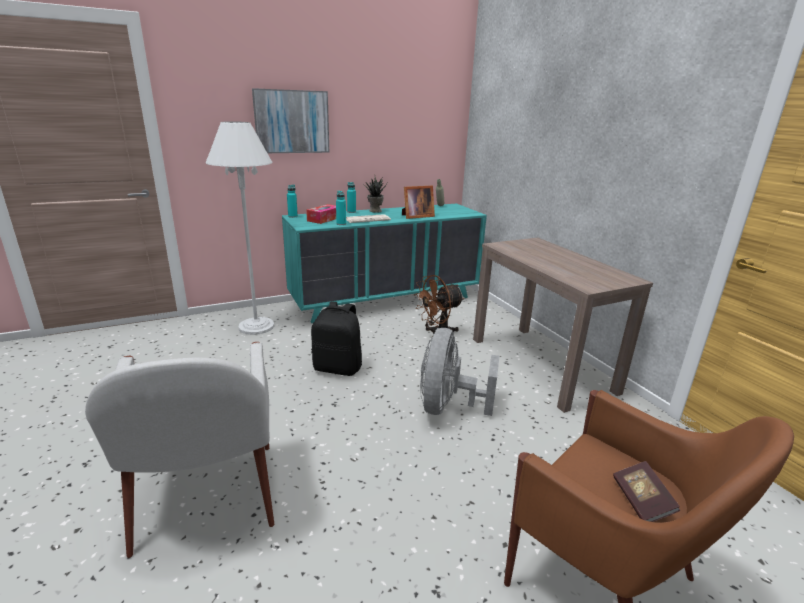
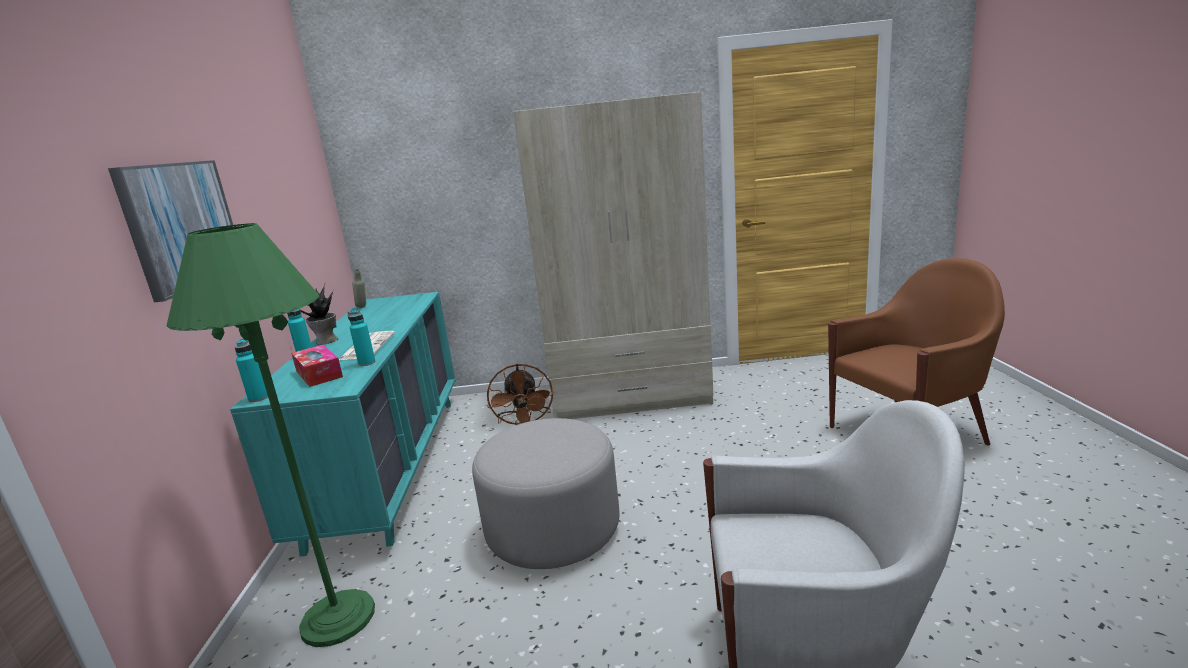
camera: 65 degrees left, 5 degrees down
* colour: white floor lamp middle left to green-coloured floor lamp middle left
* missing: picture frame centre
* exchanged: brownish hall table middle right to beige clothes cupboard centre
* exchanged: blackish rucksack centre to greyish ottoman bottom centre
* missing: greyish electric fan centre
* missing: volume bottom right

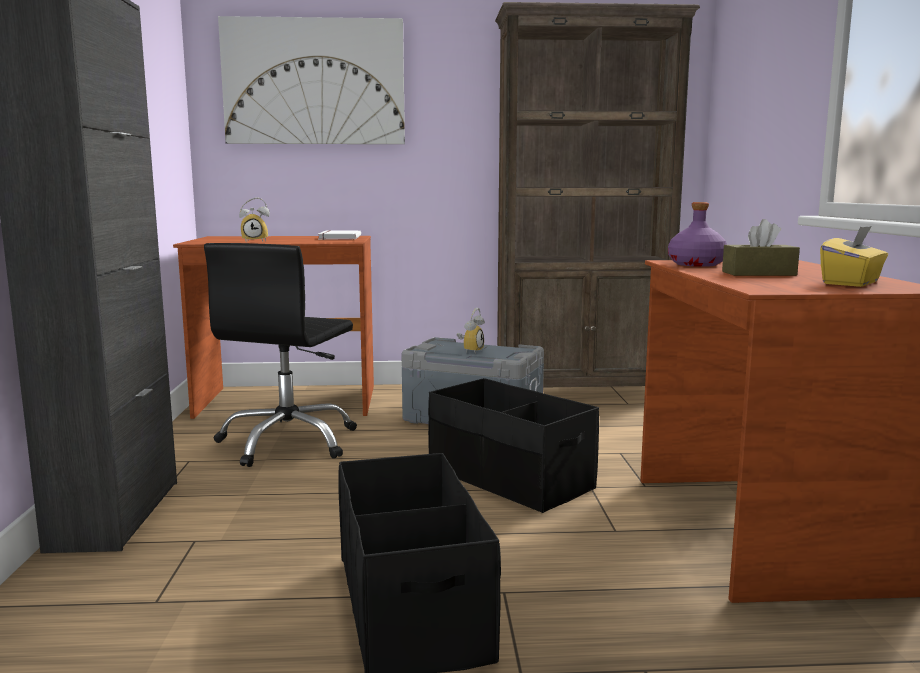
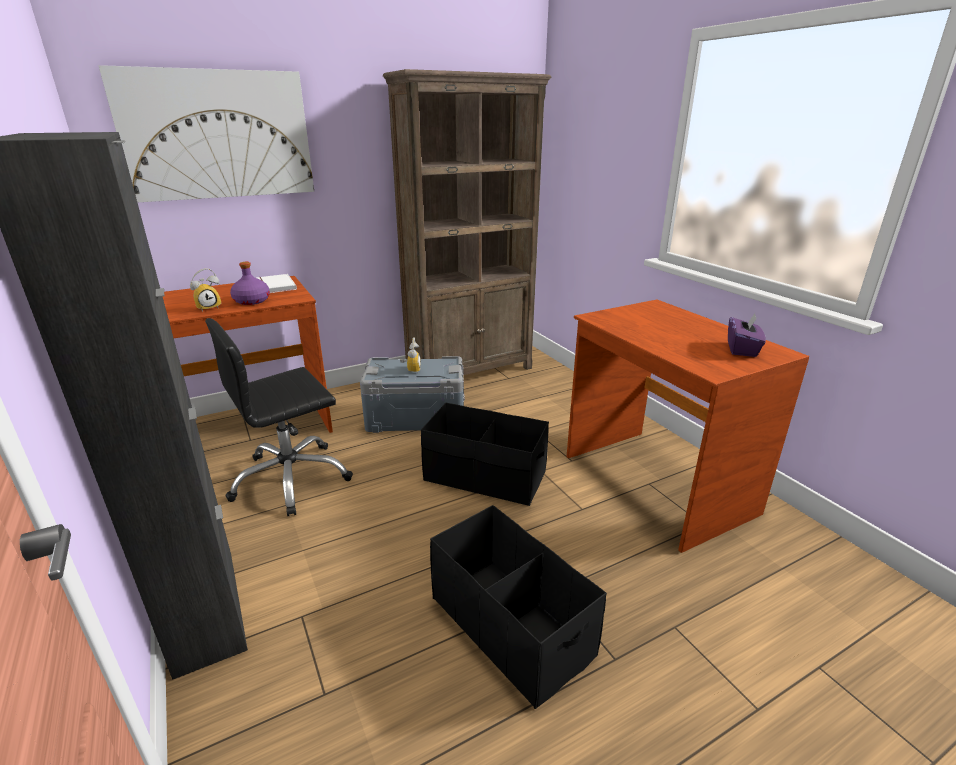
camera: 25 degrees left, 15 degrees up
* relocated: purple-coloured bottle middle right to middle left
* missing: brownish box of tissues middle right
* colour: yellow-coloured box of tissues middle right to purple-coloured box of tissues middle right
* spun: blackish computer chair middle left = middle left 60 degrees clockwise

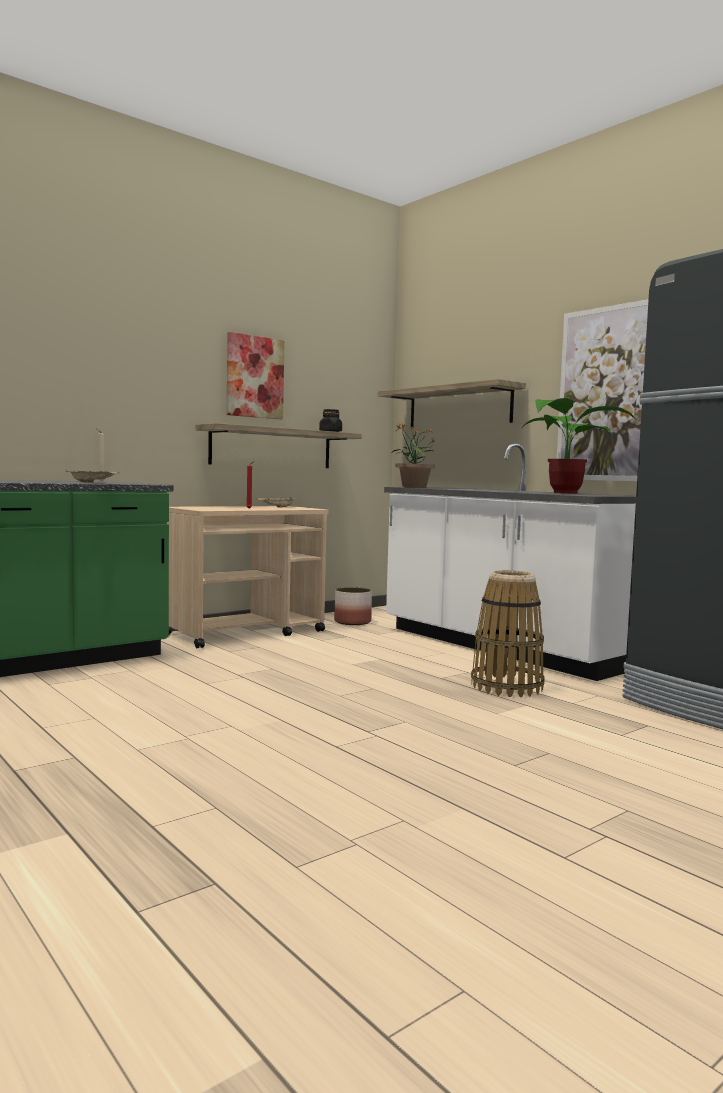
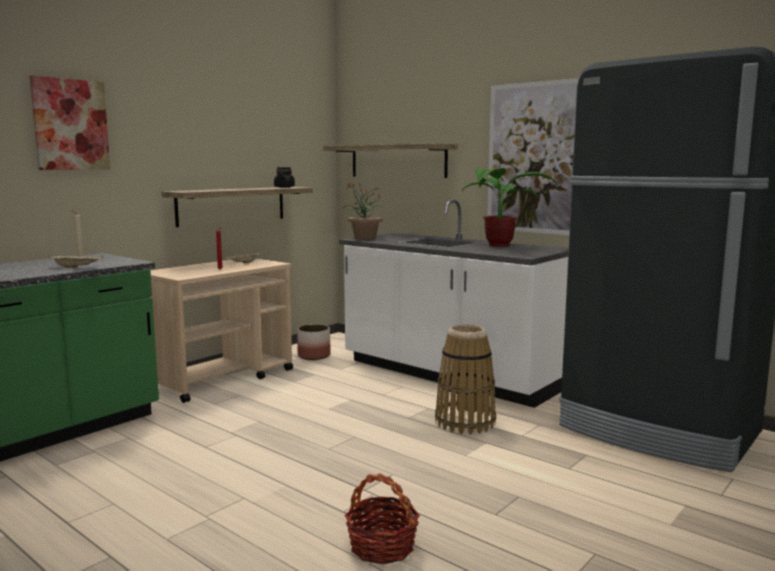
camera: 10 degrees left, 5 degrees up
* relocated: picture (no. 1 from left) centre to top left
* appeared: storage basket (no. 1 from left) bottom centre

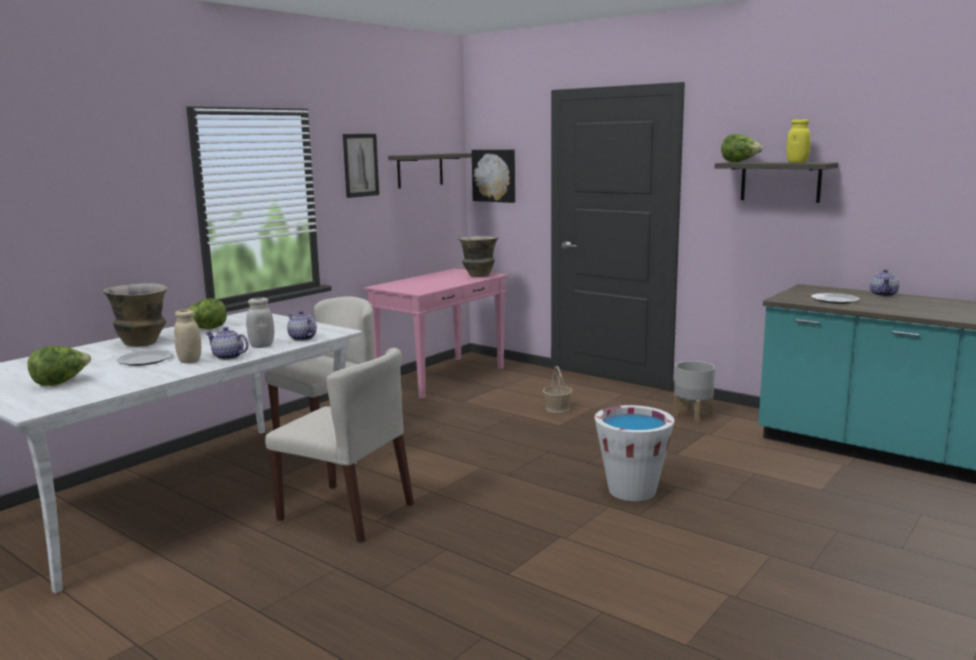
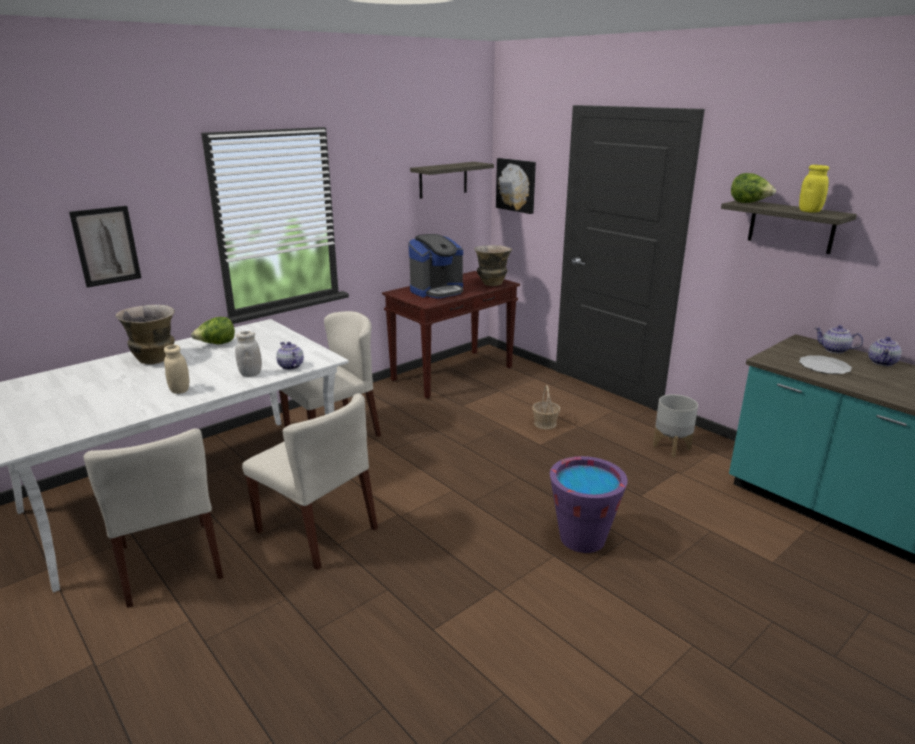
camera: 10 degrees right, 10 degrees up
* relocated: picture (no. 1 from left) top centre to top left
* colour: pinkish hall table centre to brownish hall table centre
* relocated: tea pot (no. 1 from left in the first image) middle left to tea pot (no. 2 from left) middle right
* missing: lettuce head (no. 1 from left) middle left
* missing: dinner plate (no. 1 from left) middle left
* colour: white water bucket bottom centre to purple-coloured water bucket bottom centre
* appeared: coffee maker centre
* appeared: beige upright chair (no. 1 from left) bottom left

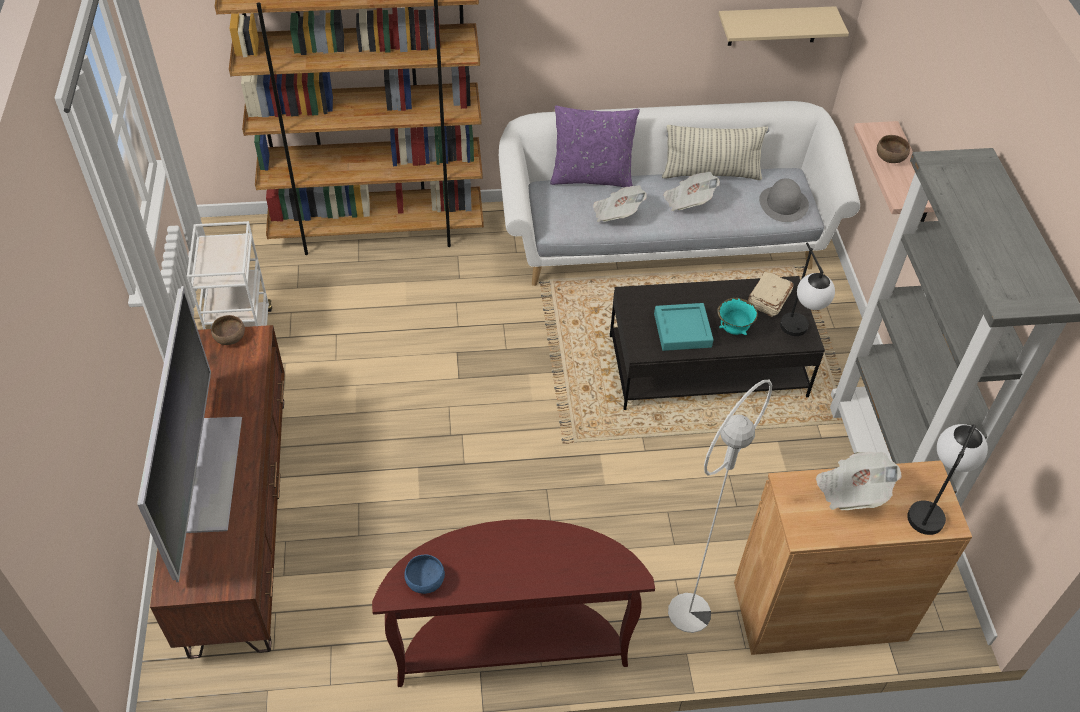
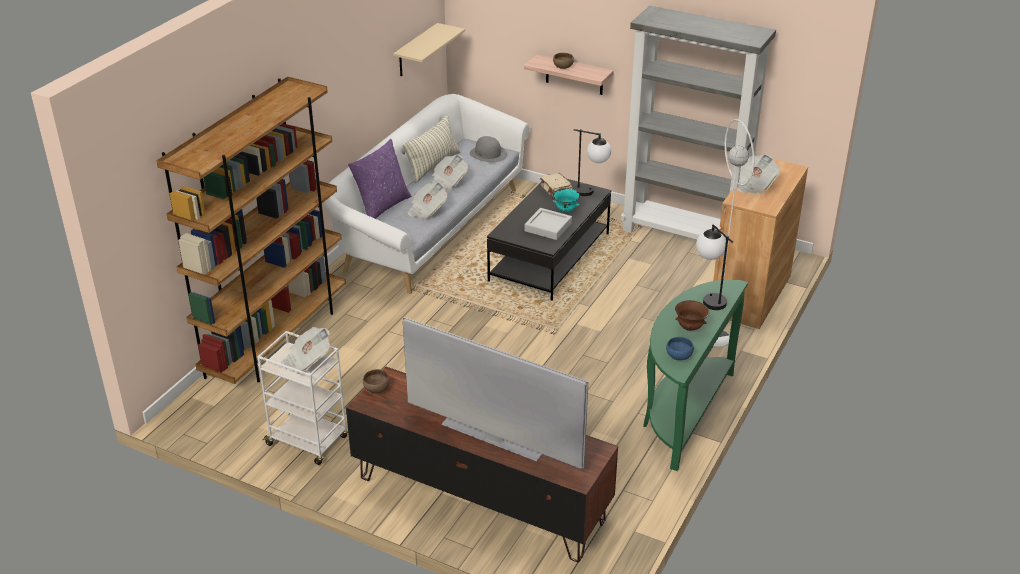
camera: 55 degrees left, 15 degrees down
* colour: turquoise-coloured tray centre to greyish tray centre
* relocated: table lamp (no. 2 from left) bottom right to middle right
* colour: brownish hall table bottom centre to green-coloured hall table middle right
* appeared: brownish serving bowl (no. 3 from left) middle right
* appeared: newspaper (no. 1 from left) middle left

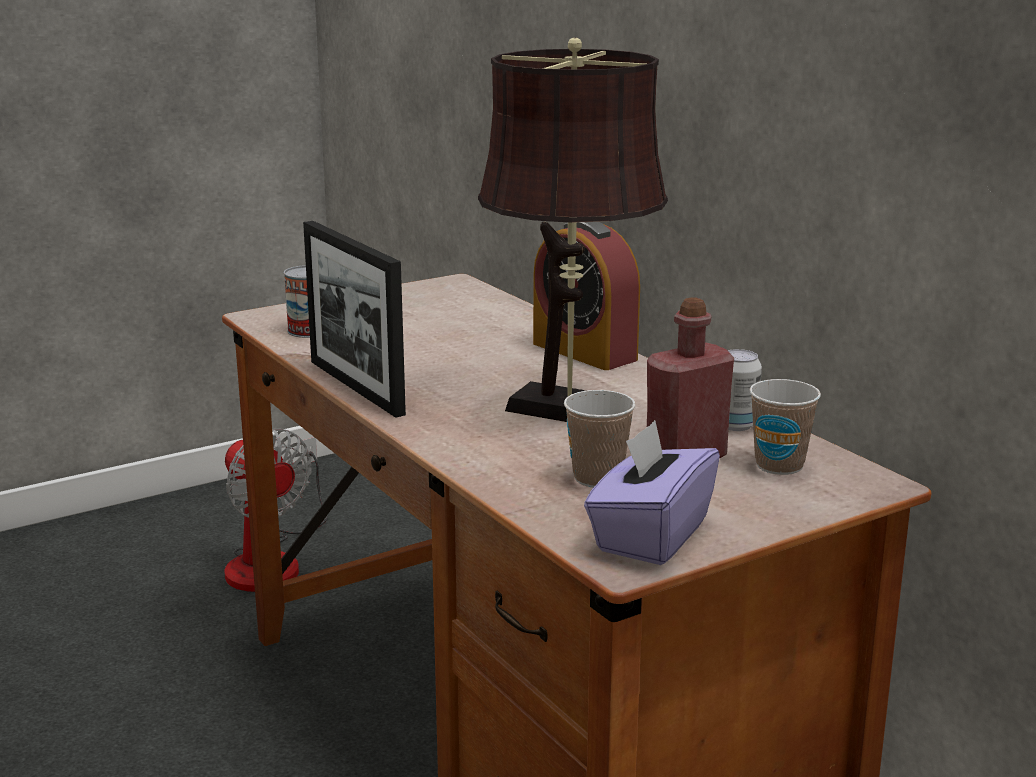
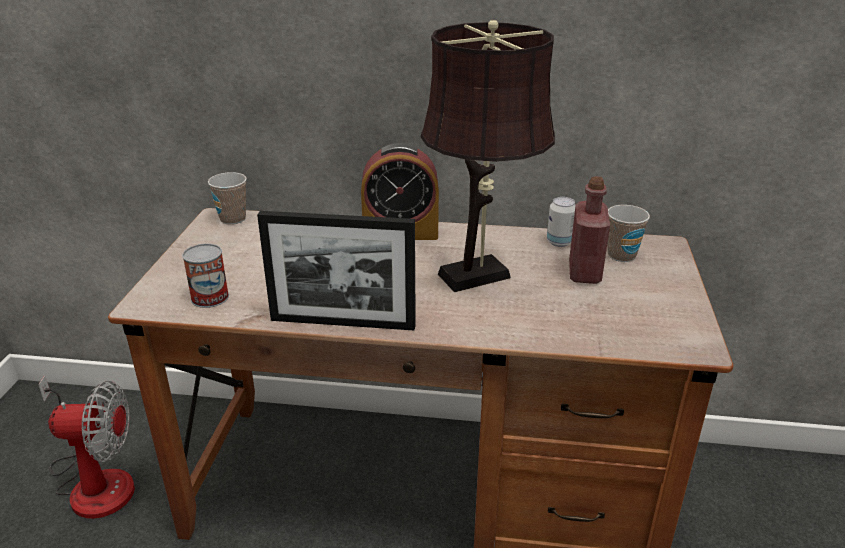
camera: 50 degrees left, 10 degrees up
* relocated: cup (no. 1 from left) centre to middle left
* missing: purple-coloured box of tissues centre

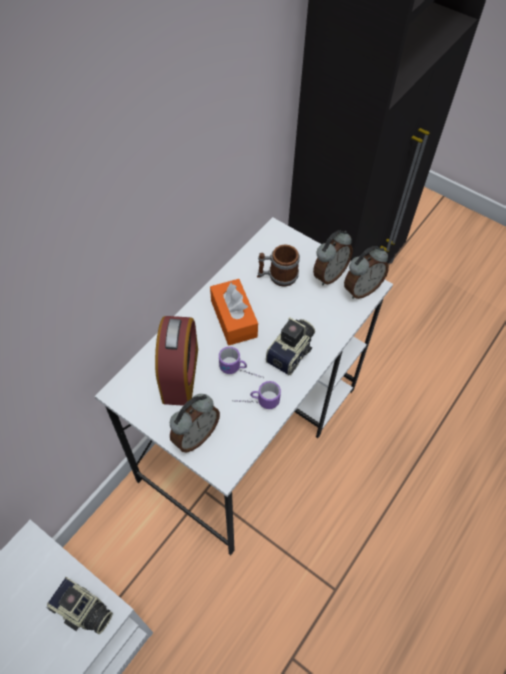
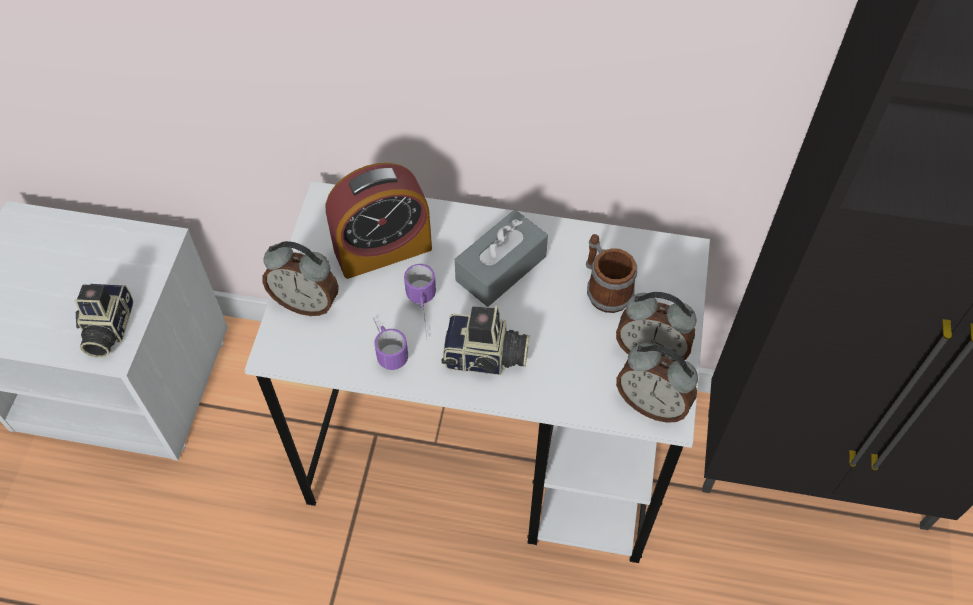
camera: 65 degrees right, 0 degrees up
* colour: orangey box of tissues centre to greyish box of tissues centre

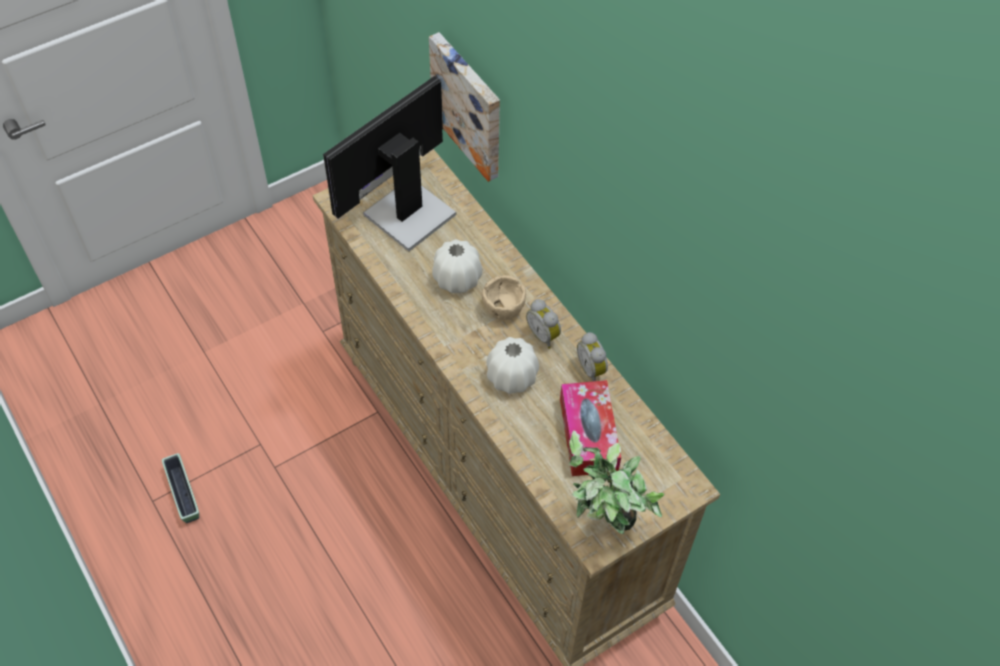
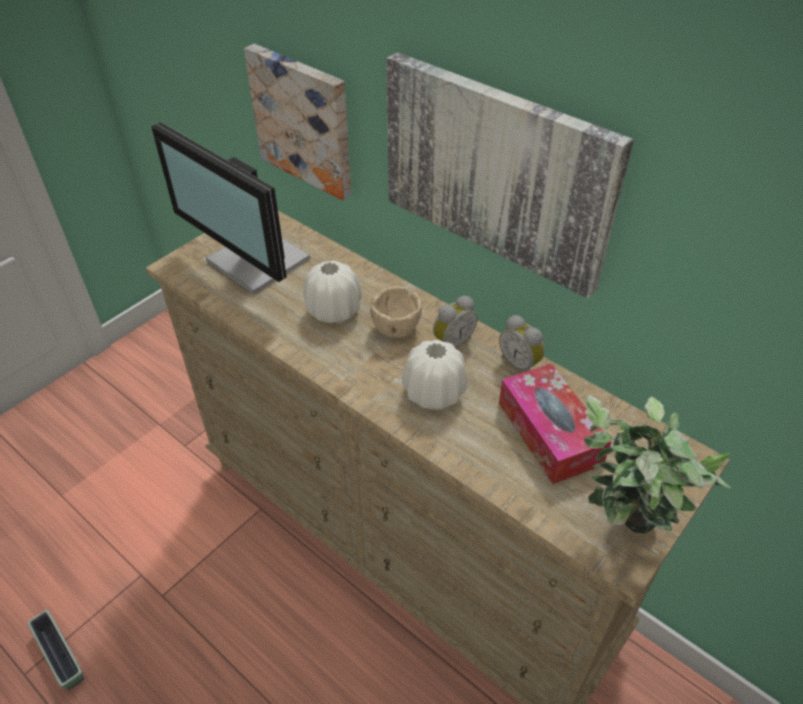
camera: 15 degrees left, 10 degrees down
* spun: monitor top centre = top left 75 degrees counterclockwise
* spun: table clock (no. 1 from left) centre = centre 75 degrees counterclockwise
* appeared: picture (no. 2 from left) top centre

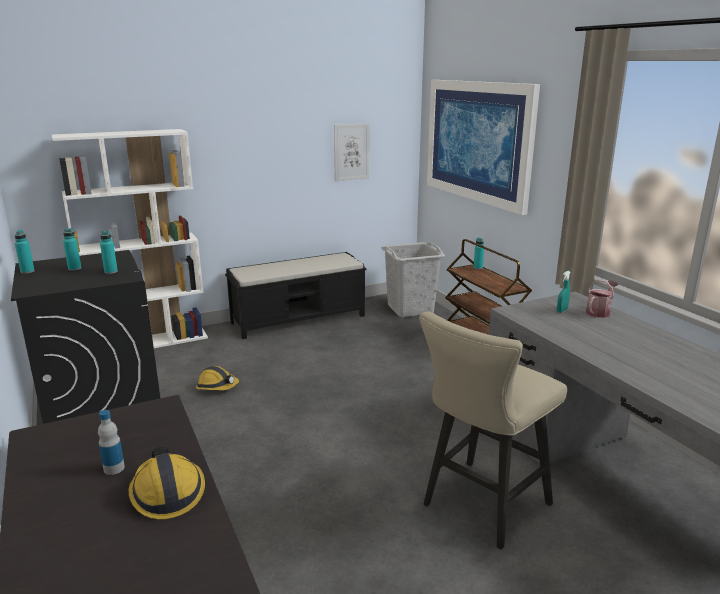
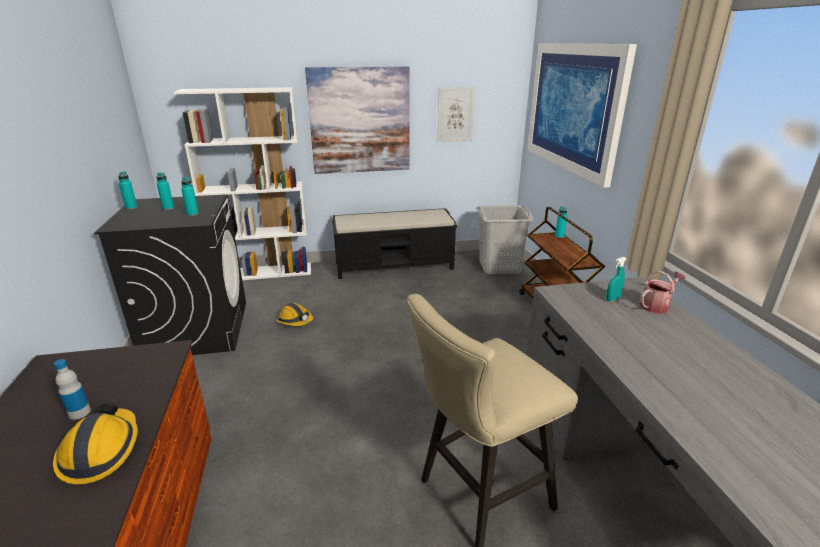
camera: 15 degrees right, 5 degrees up
* appeared: picture (no. 1 from left) top centre

